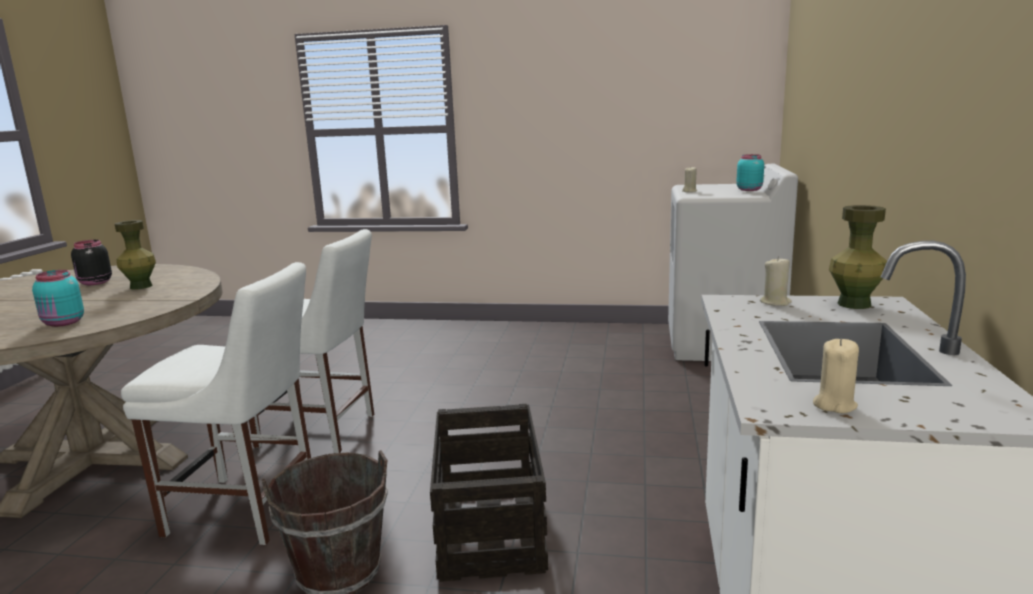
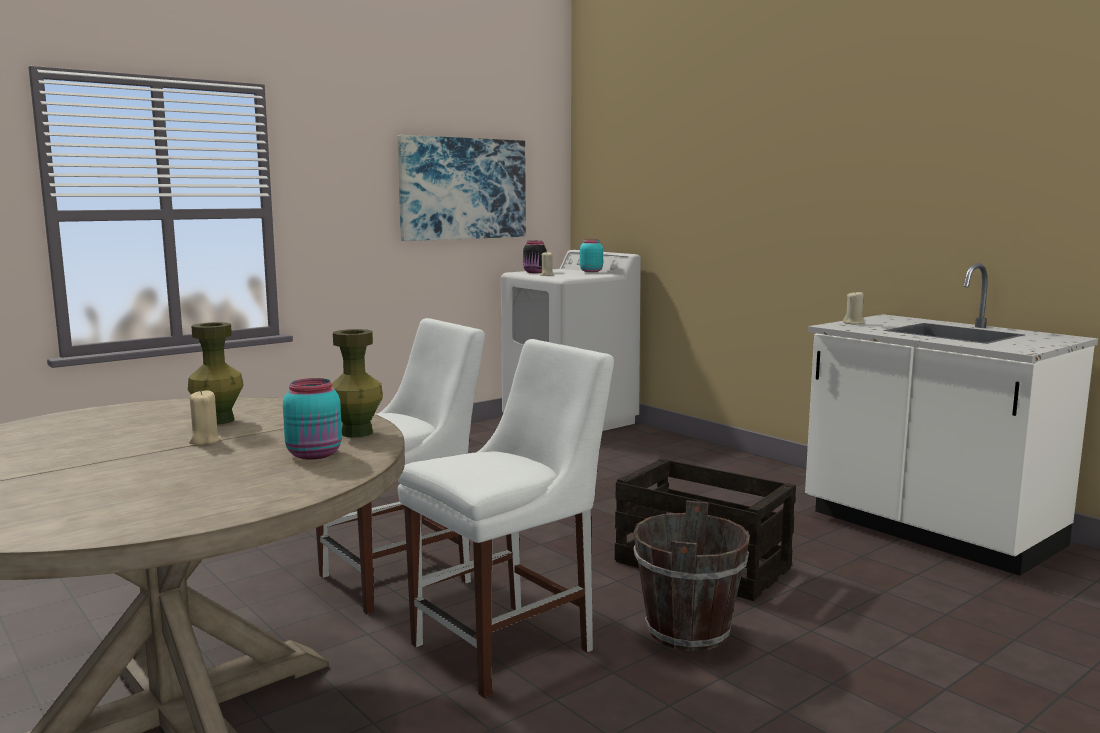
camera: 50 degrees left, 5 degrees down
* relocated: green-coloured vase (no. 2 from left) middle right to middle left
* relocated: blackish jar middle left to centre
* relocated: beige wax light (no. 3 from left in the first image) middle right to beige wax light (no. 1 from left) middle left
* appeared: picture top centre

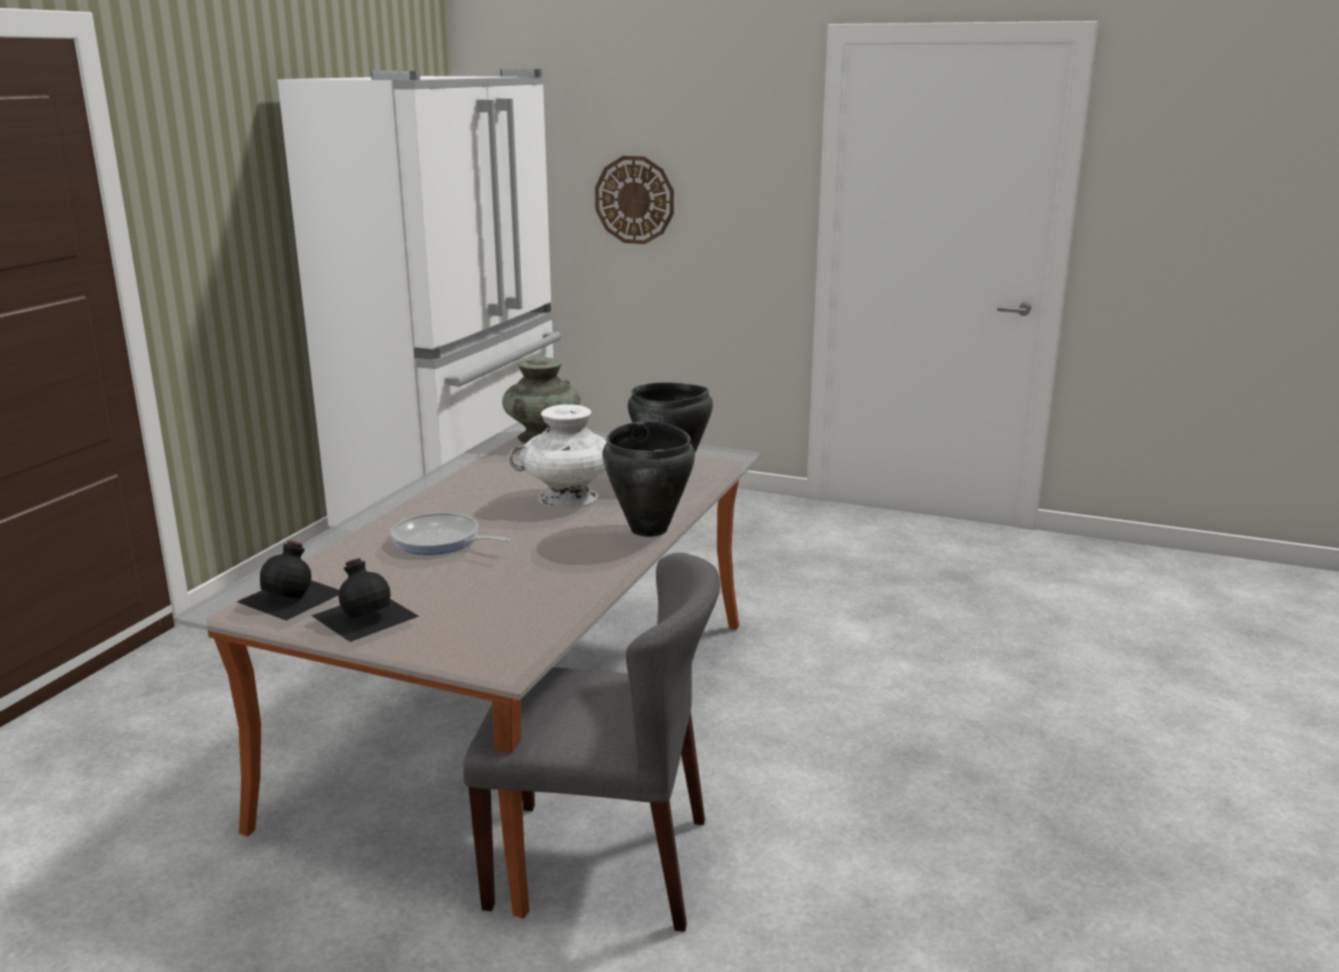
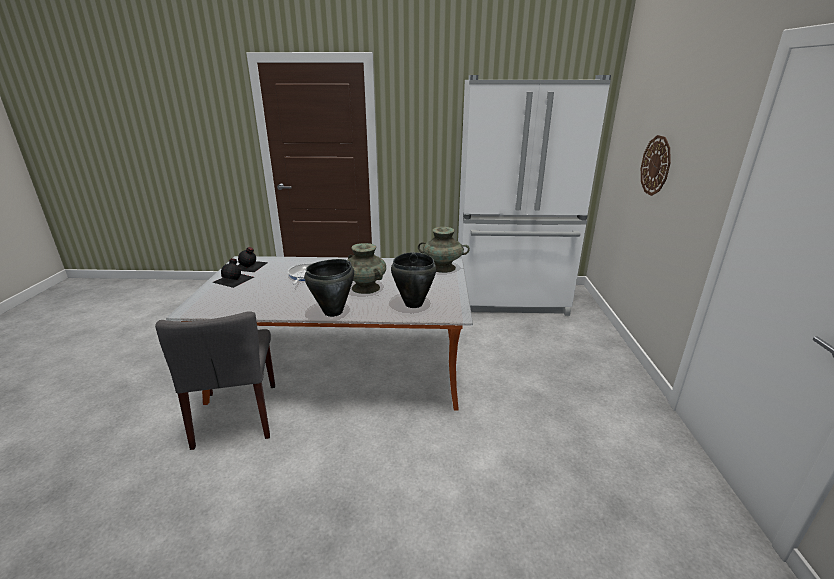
camera: 70 degrees right, 5 degrees up
* colour: white vase centre to turquoise-coloured vase (no. 1 from left) centre

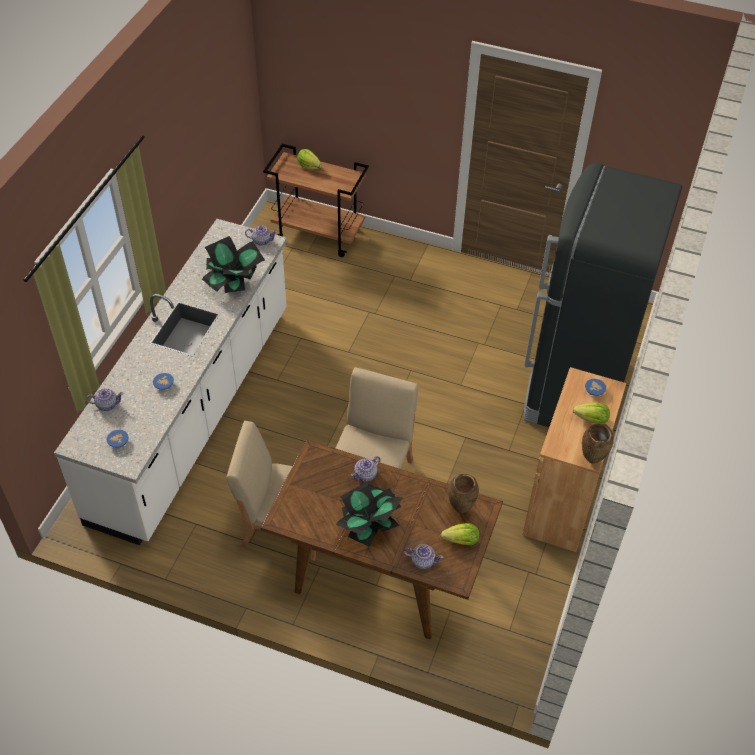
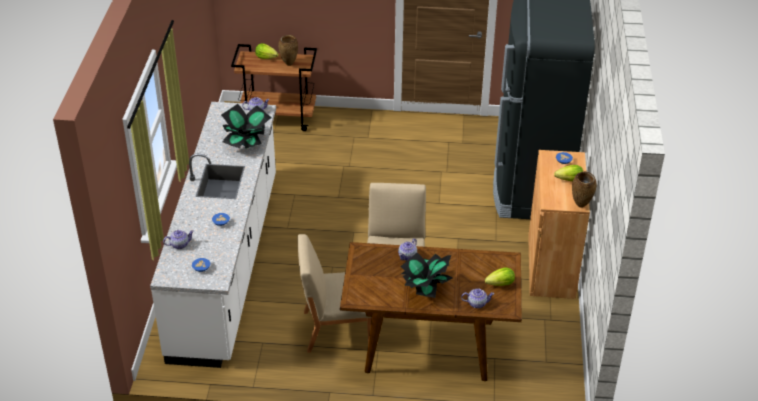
camera: 15 degrees left, 10 degrees down
* relocated: brownish vase (no. 1 from left) centre to top centre

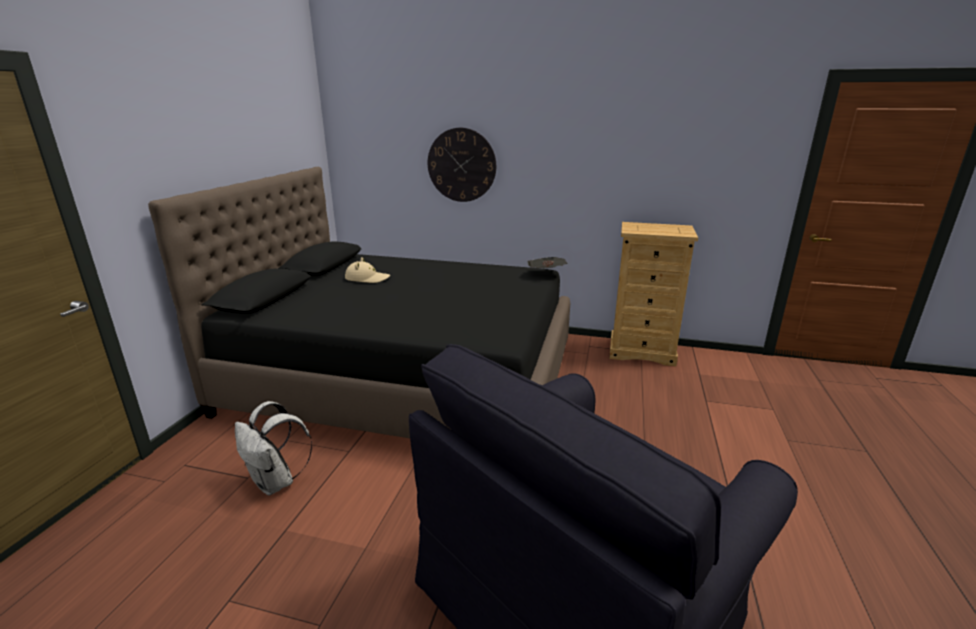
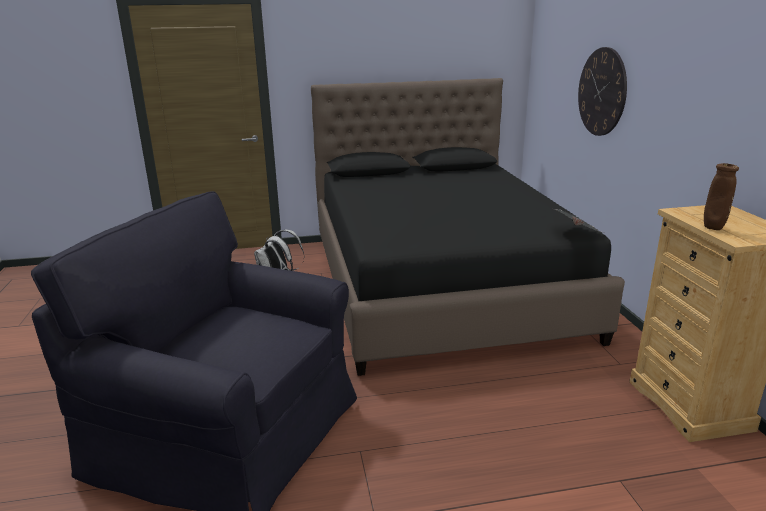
camera: 65 degrees right, 0 degrees up
* missing: beige hat centre
* appeared: brownish vase middle right

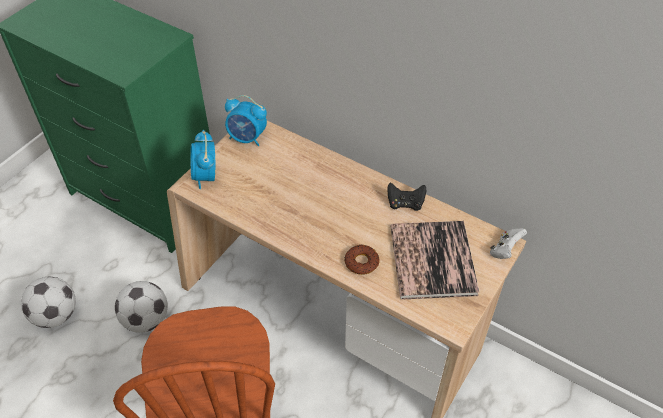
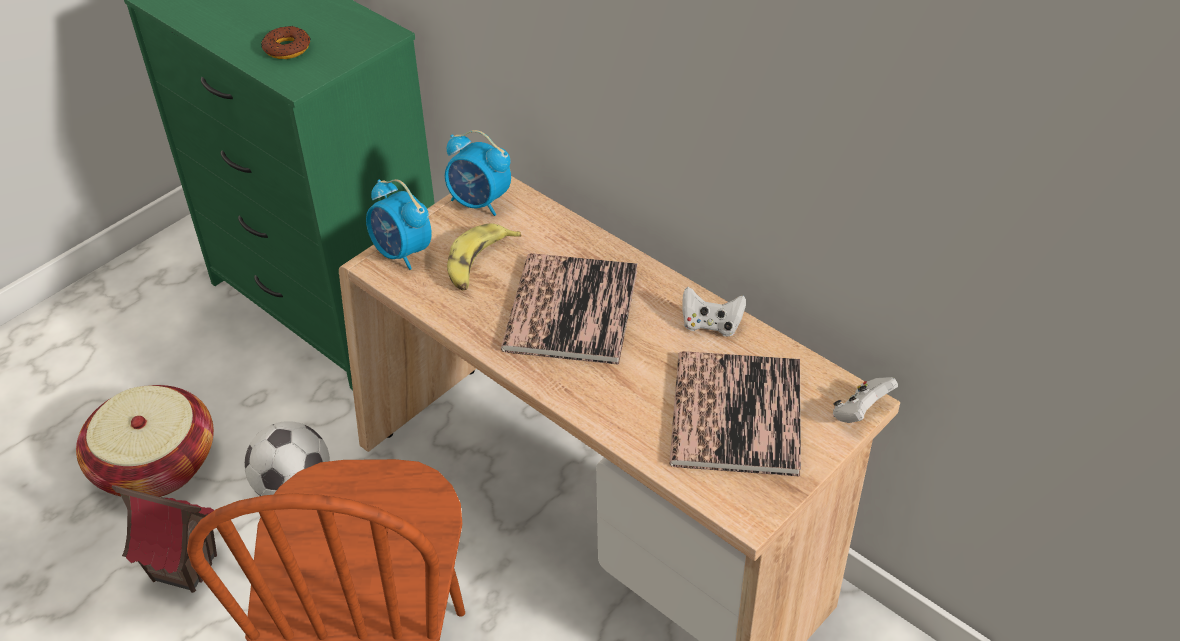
camera: 10 degrees right, 5 degrees down
* spun: table clock (no. 1 from left) middle left = centre 45 degrees counterclockwise
* colour: blackish gamepad centre to white gamepad (no. 1 from left) centre
* relocated: ring doughnut centre to top left
* exchanged: football (no. 1 from left) bottom left to storage basket bottom left
* appeared: banana centre
* appeared: volume (no. 1 from left) centre
* appeared: model house bottom left

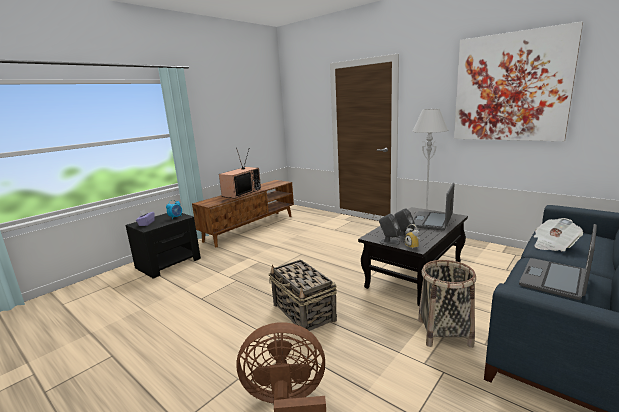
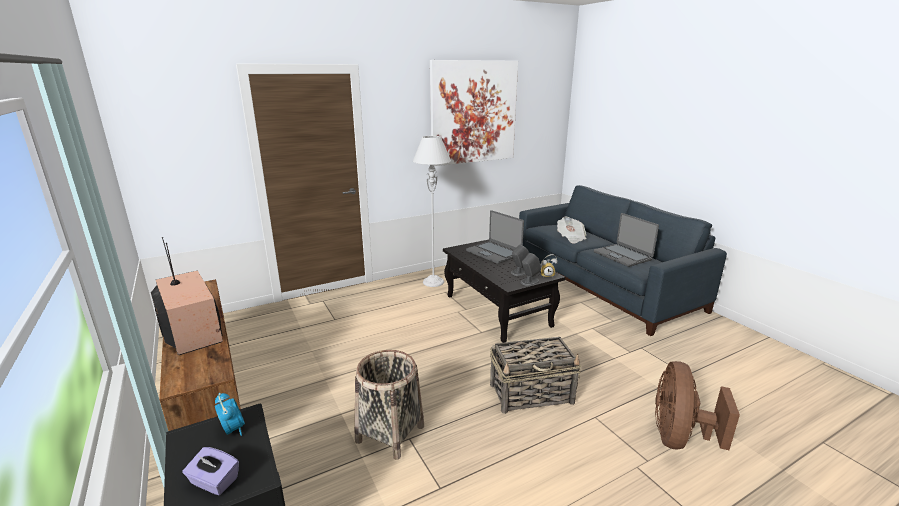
camera: 70 degrees left, 5 degrees up
* relocated: storage basket (no. 2 from left in the first image) bottom right to storage basket (no. 1 from left) bottom centre

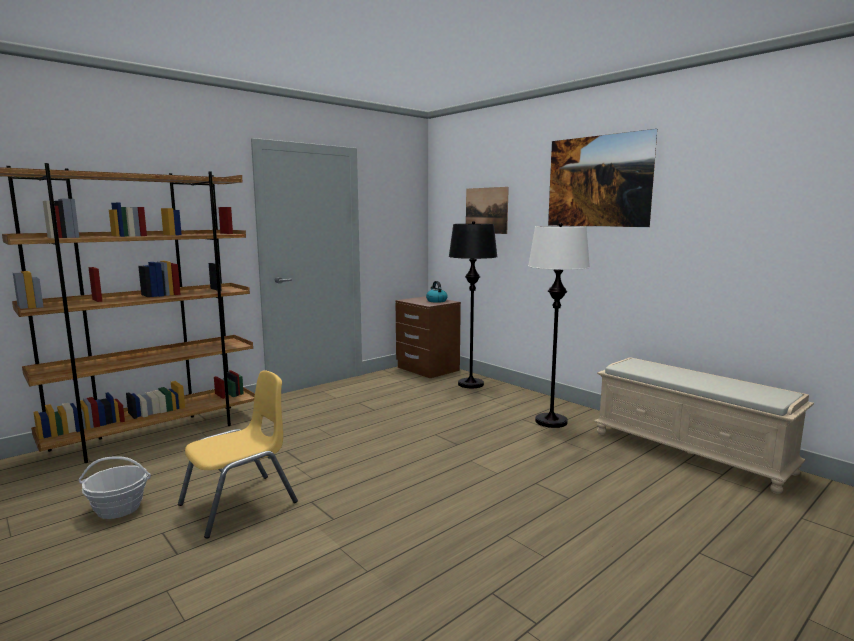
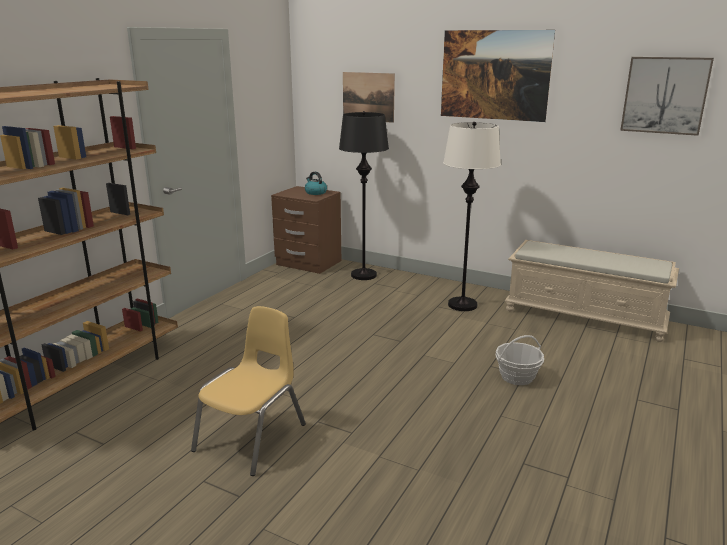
camera: 20 degrees left, 10 degrees up
* relocated: storage basket bottom left to middle right
* appeared: picture (no. 3 from left) top right

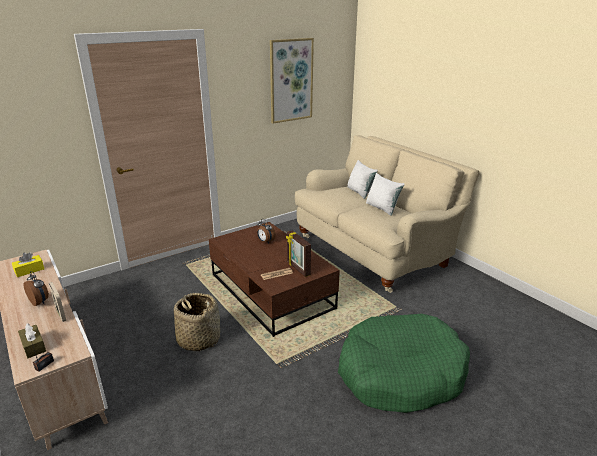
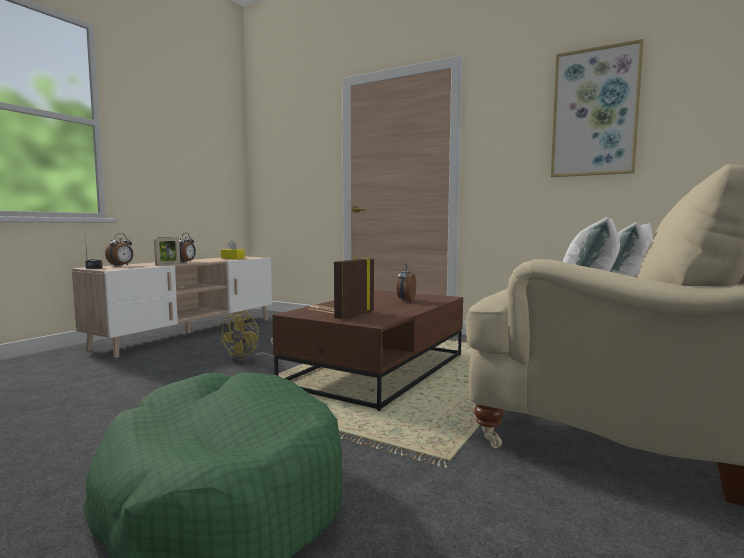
camera: 65 degrees right, 20 degrees down
* exchanged: storage basket bottom left to yellow-coloured electric fan middle left
* exchanged: brownish box of tissues bottom left to table clock (no. 1 from left) middle left

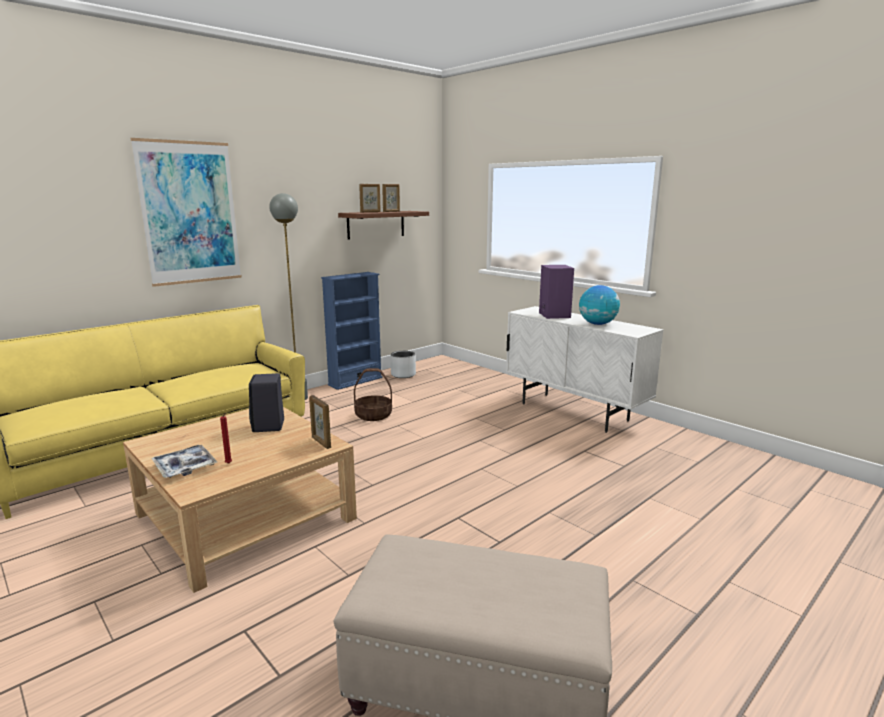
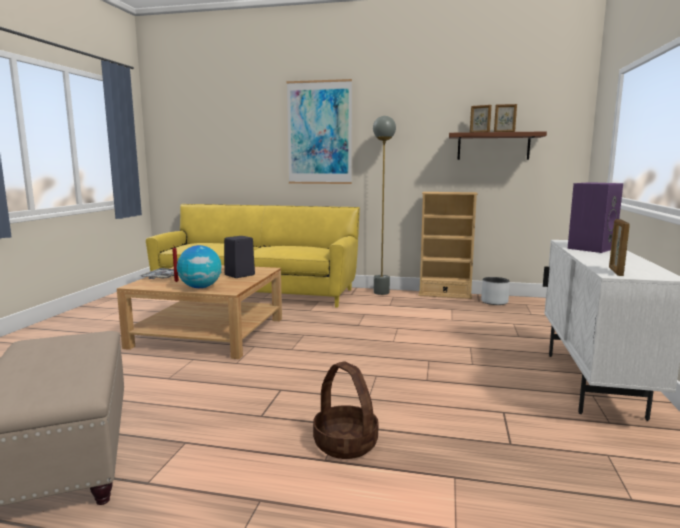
camera: 55 degrees right, 5 degrees down
* colour: blue-coloured bookcase centre to beige bookcase centre
* relocated: globe middle right to middle left
* relocated: storage basket centre to bottom centre
* relocated: picture frame (no. 1 from left in the first image) centre to picture frame (no. 3 from left) middle right

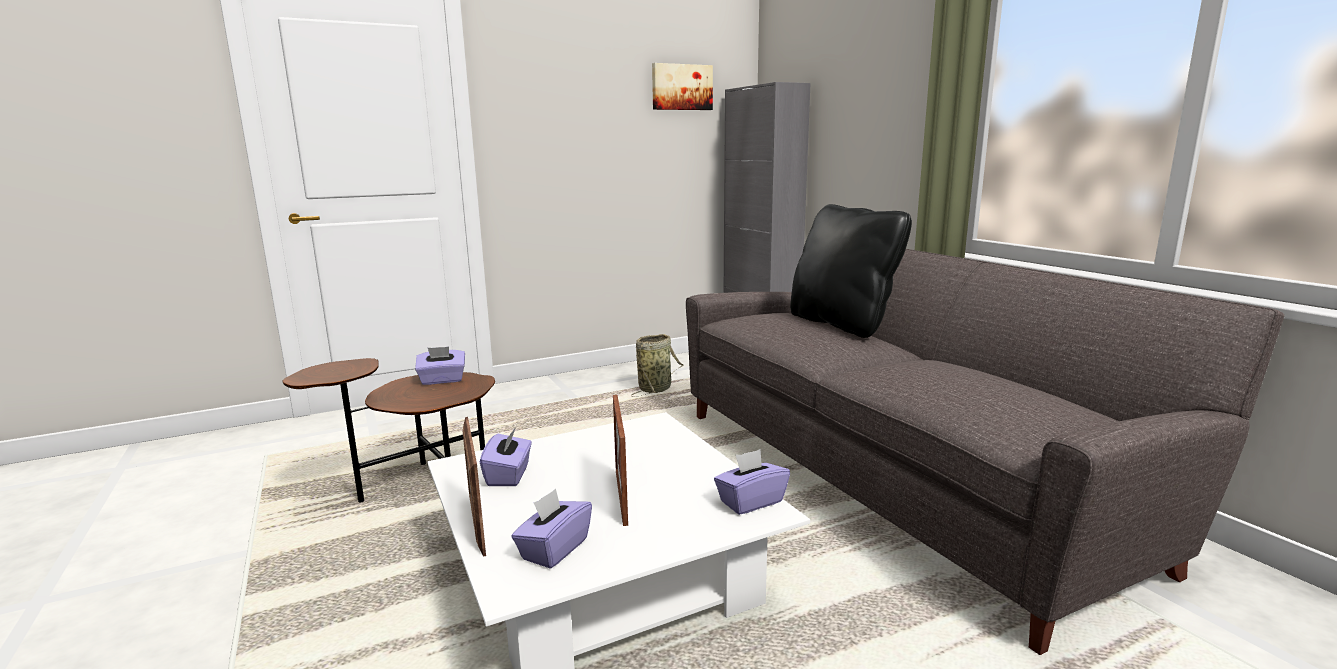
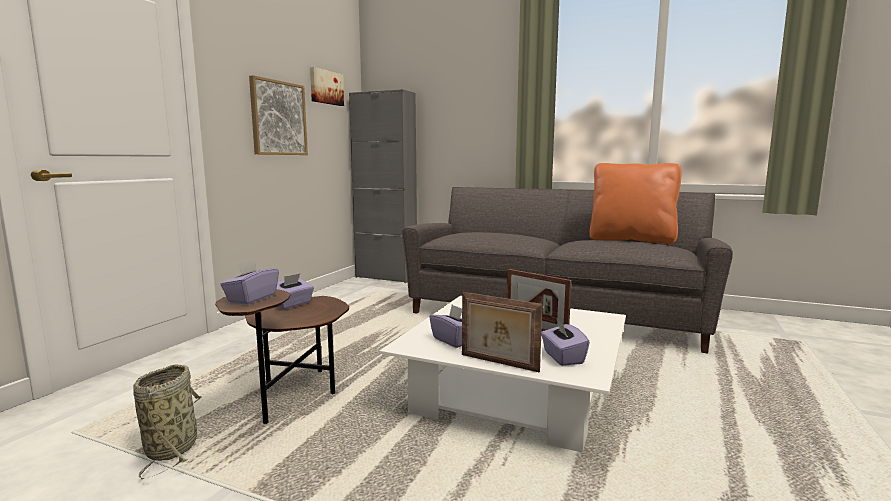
camera: 40 degrees left, 5 degrees down
* missing: blackish pillow centre
* relocated: storage basket centre to bottom left
* relocated: purple-coloured box of tissues (no. 4 from left in the first image) bottom centre to purple-coloured box of tissues (no. 1 from left) middle left
* appeared: picture (no. 1 from left) top left
* appeared: orangey pillow middle right

